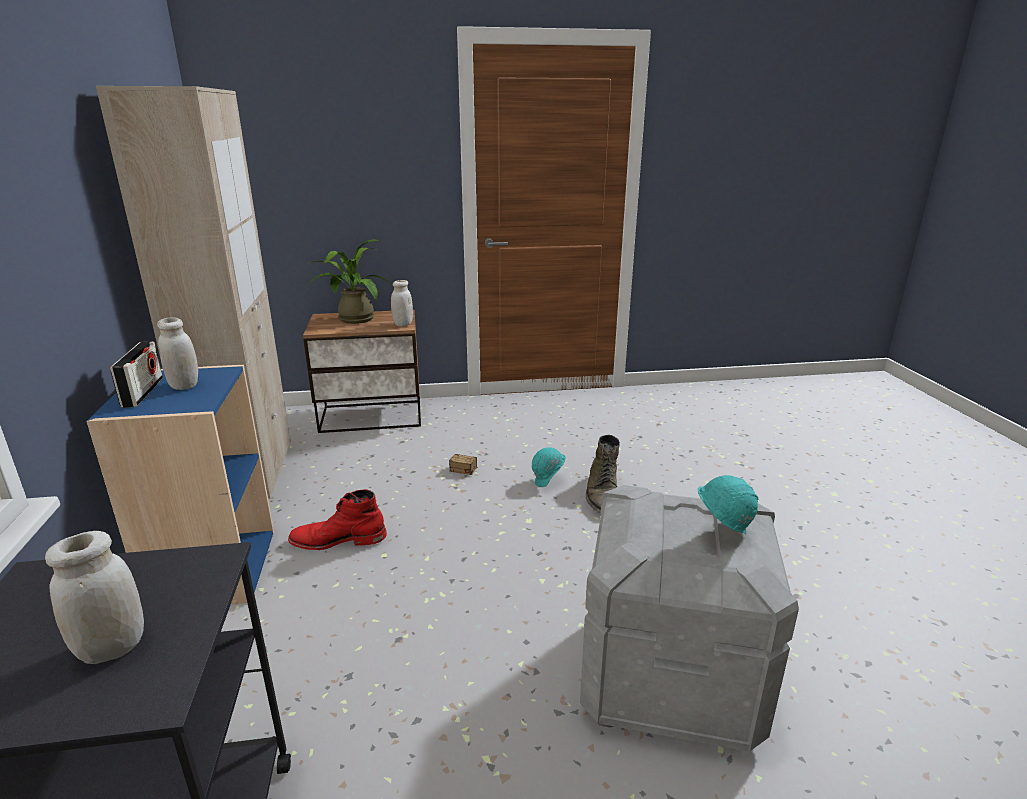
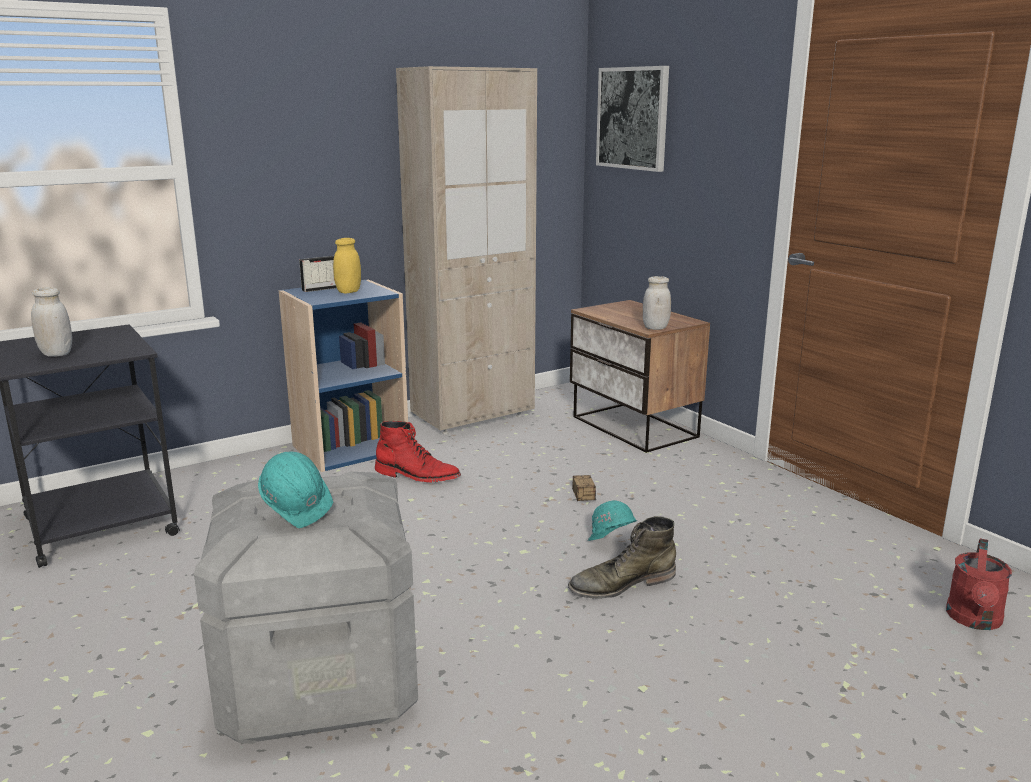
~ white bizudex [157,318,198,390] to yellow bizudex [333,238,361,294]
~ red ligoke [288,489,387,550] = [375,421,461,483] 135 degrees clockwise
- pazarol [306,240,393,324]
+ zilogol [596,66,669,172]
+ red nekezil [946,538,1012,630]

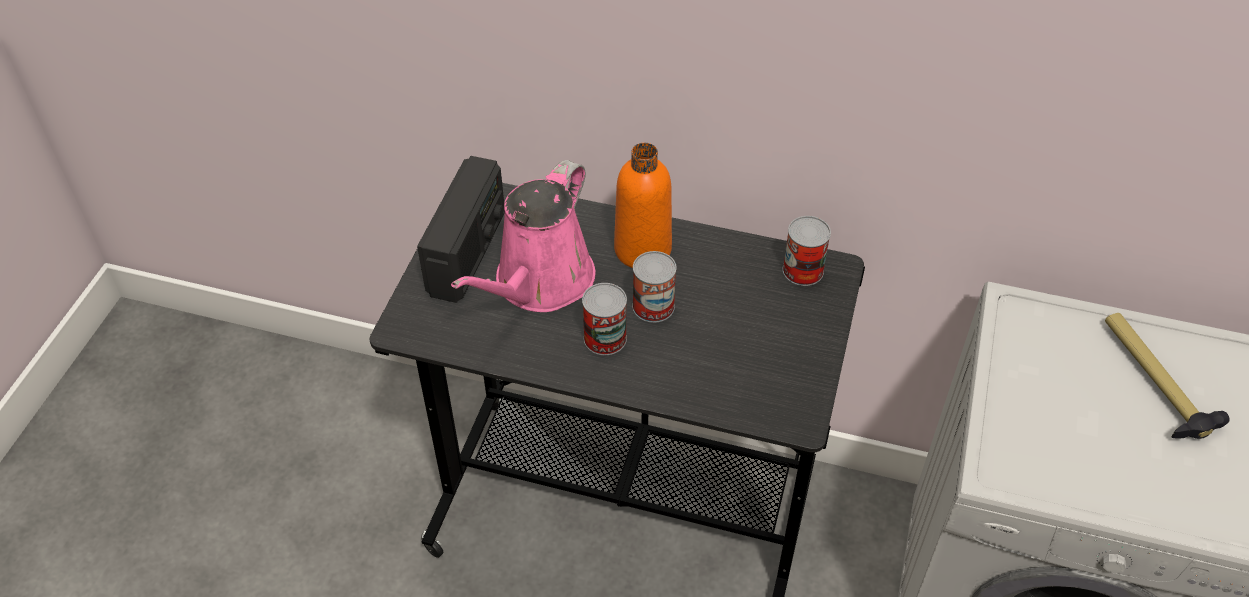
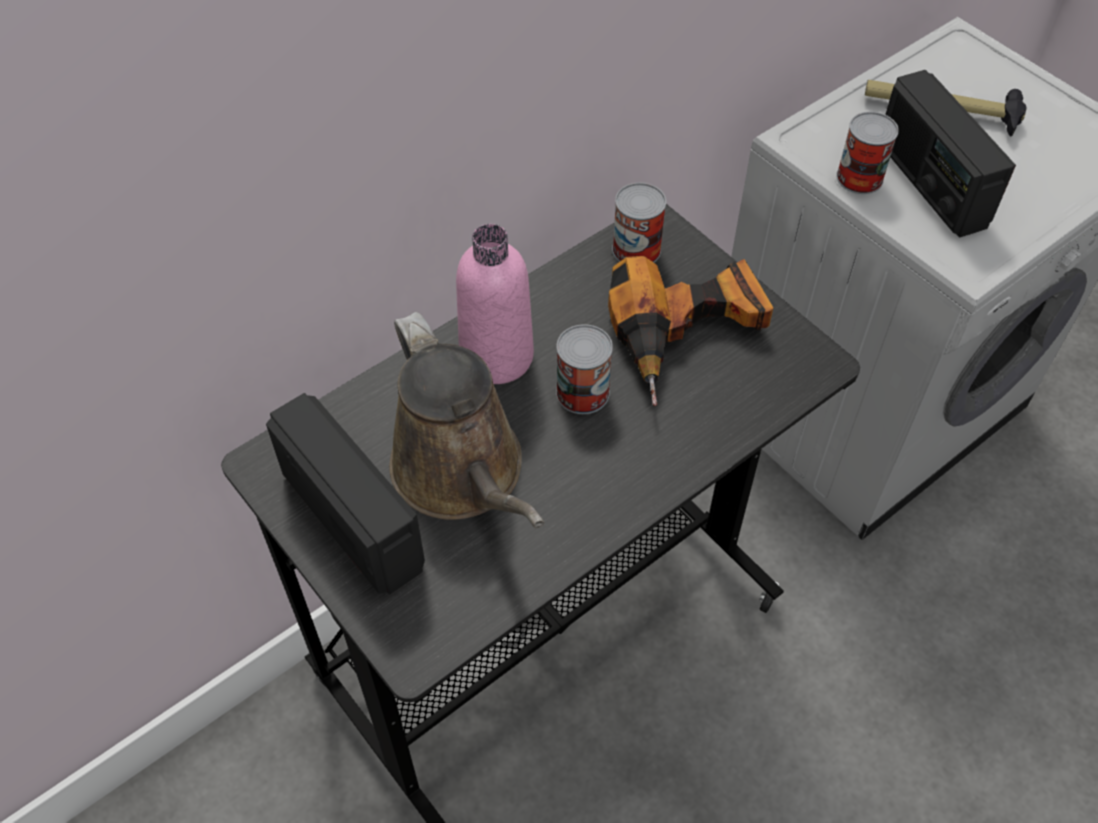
~ pink nekezil [451,160,595,312] to brown nekezil [389,312,544,528]
~ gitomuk [582,283,627,355] to [836,112,899,194]
~ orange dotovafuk [614,143,672,268] to pink dotovafuk [456,224,534,384]
+ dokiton [608,256,773,406]
+ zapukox [885,70,1016,237]

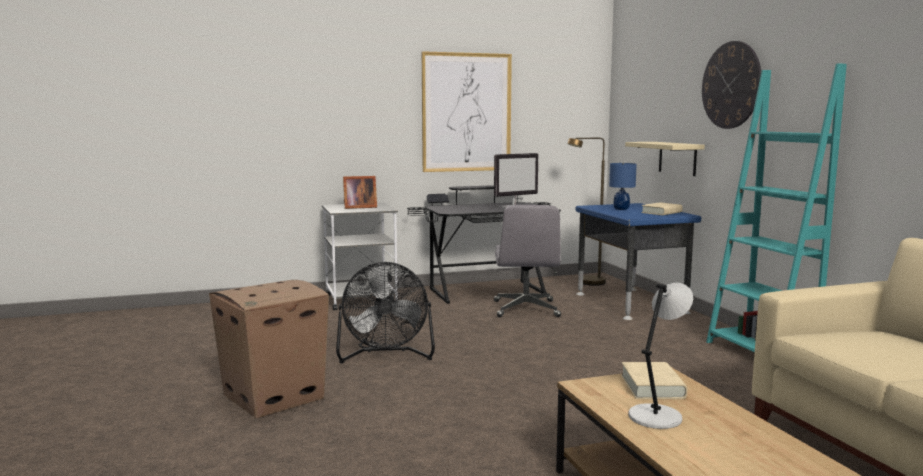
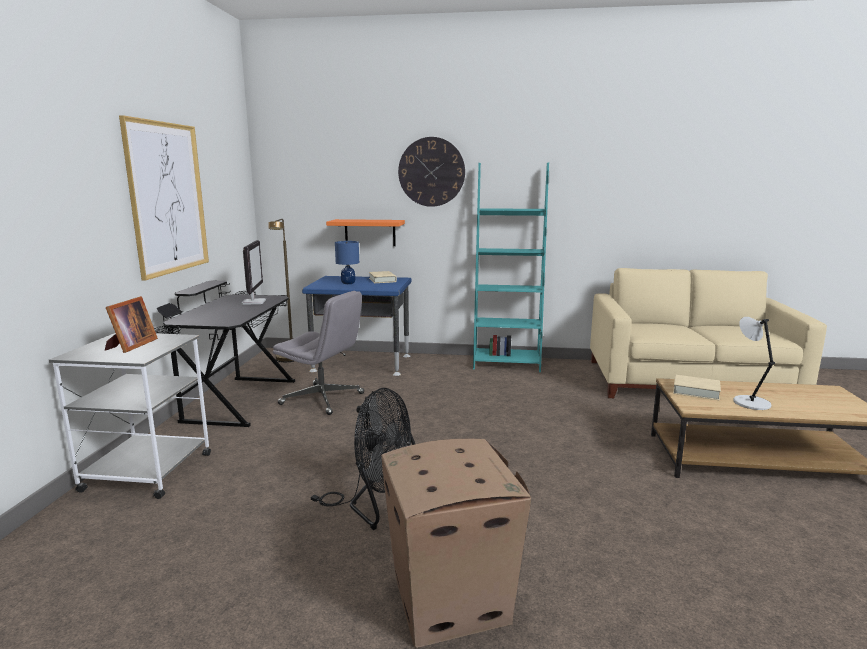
~ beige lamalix [625,142,705,176] to orange lamalix [326,219,405,246]

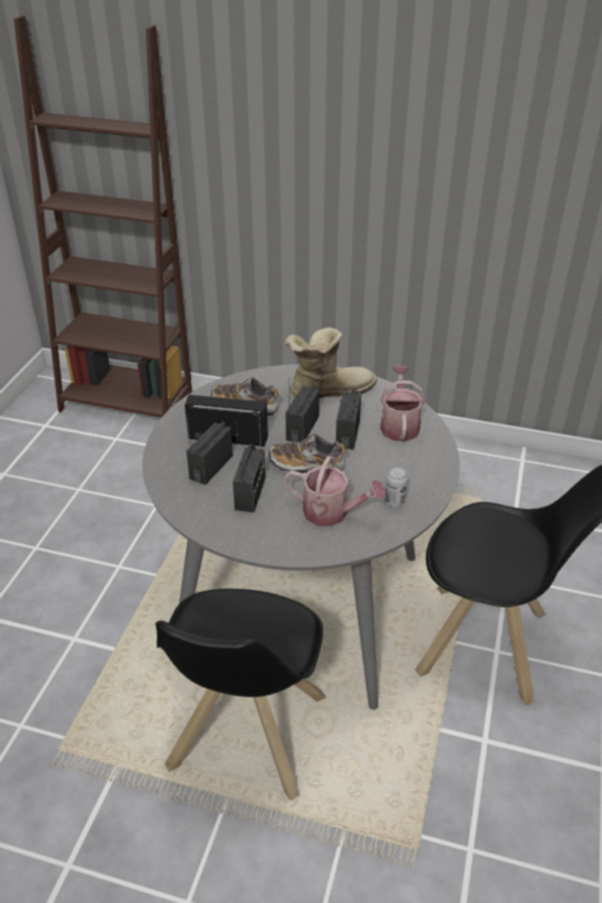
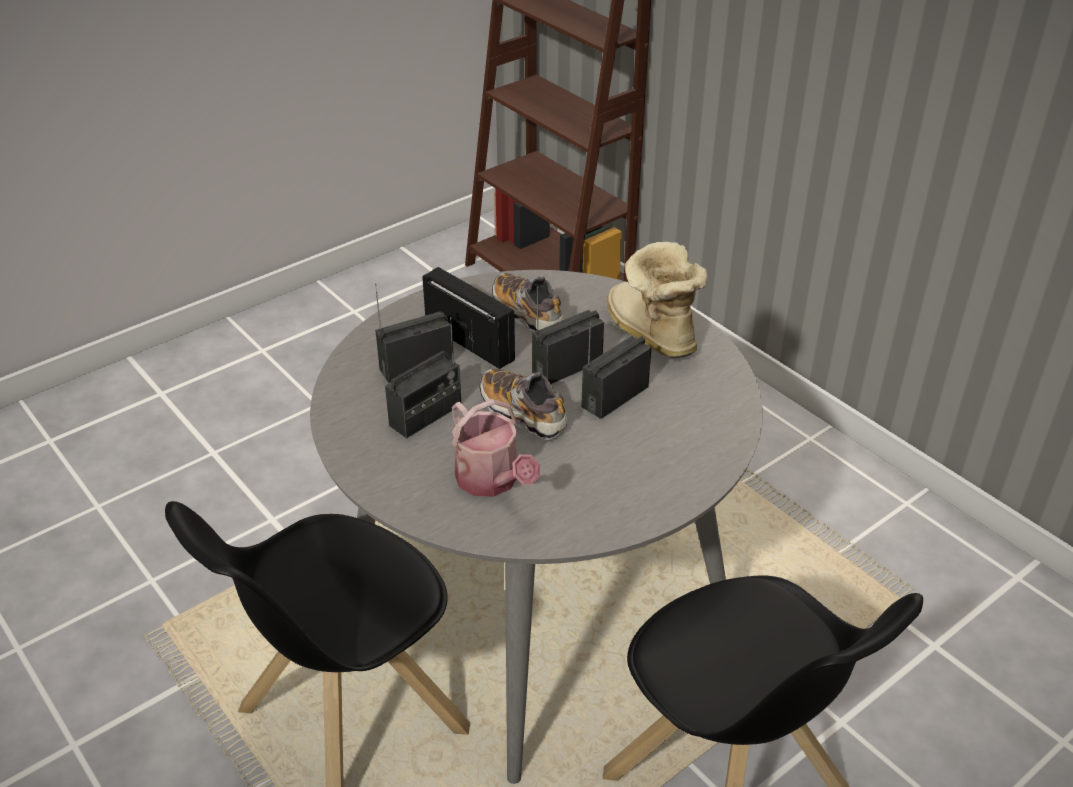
~ ligoke [285,327,377,398] = [607,242,707,358] 135 degrees counterclockwise
- nekezil [380,366,425,441]
- gitomuk [385,467,408,507]

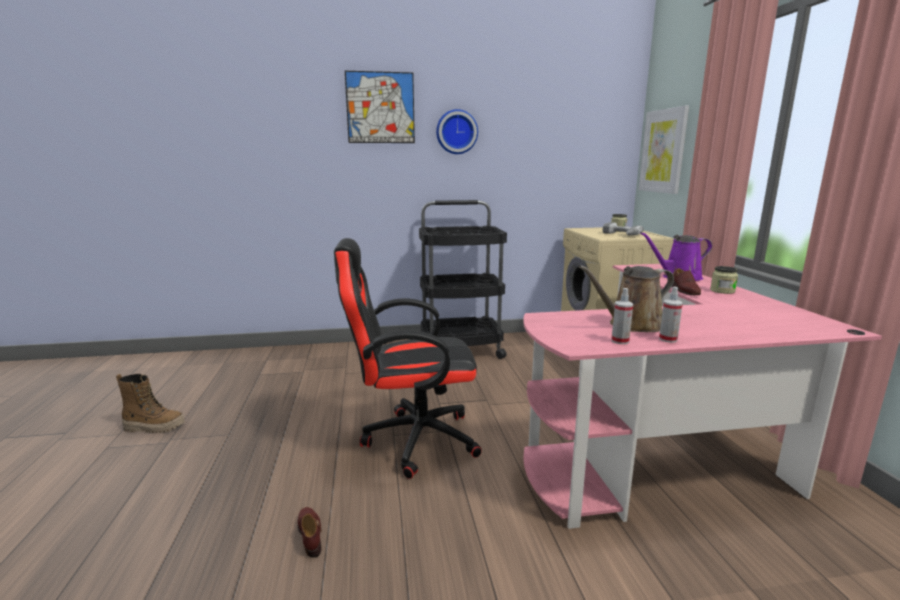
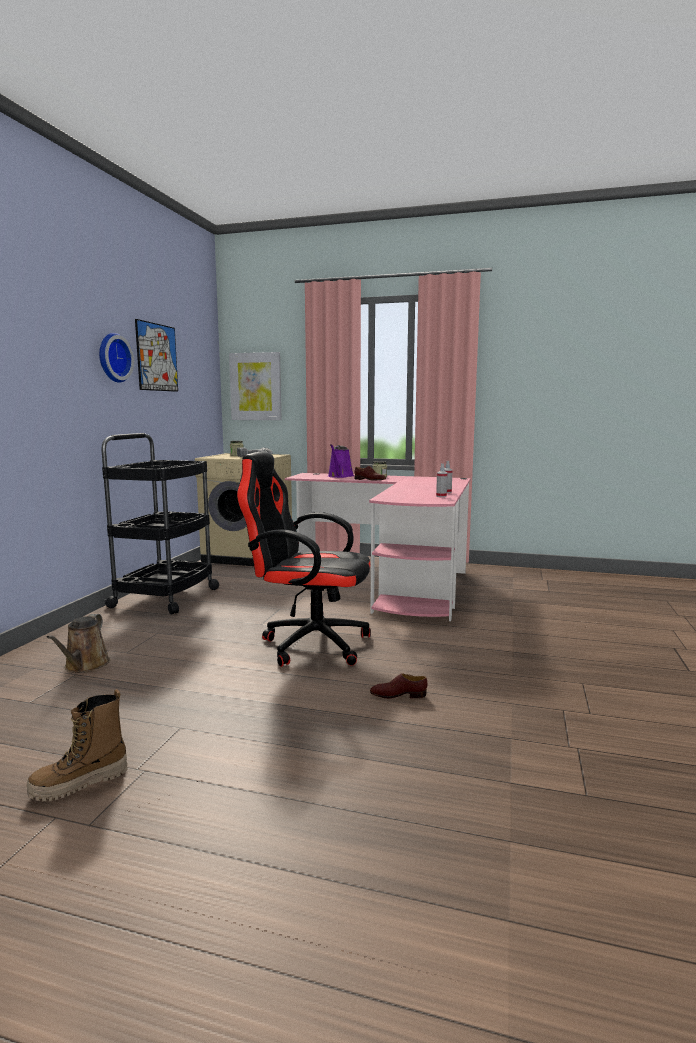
~ ligoke [116,374,185,433] = [27,689,127,801] 150 degrees counterclockwise
~ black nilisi [334,238,481,479] = [237,451,371,667] 90 degrees clockwise
~ zilogol [345,71,415,143] to [135,319,178,392]
~ brown nekezil [579,265,674,332] to [46,614,110,673]

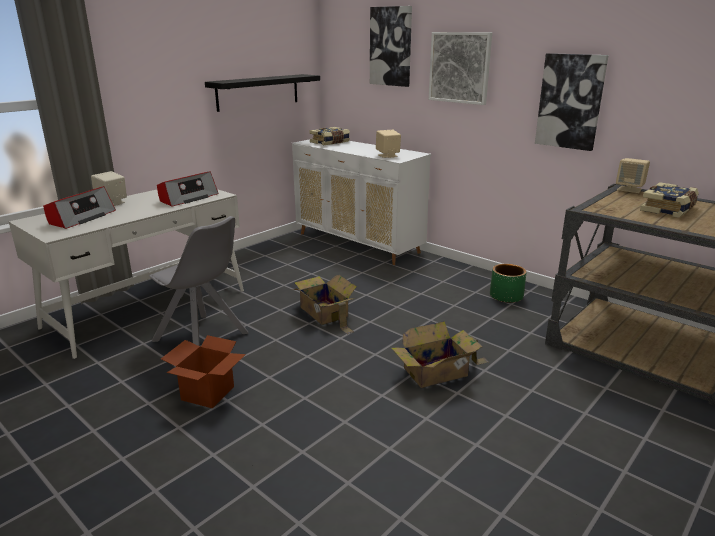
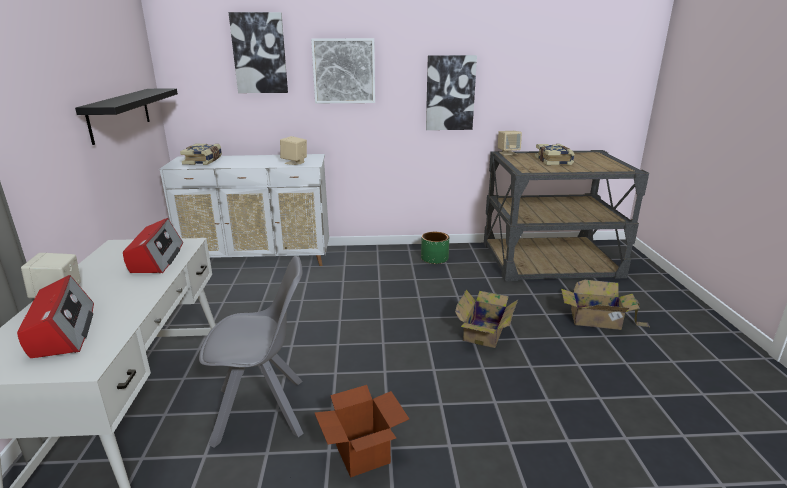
~ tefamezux [292,275,357,334] to [561,280,650,330]

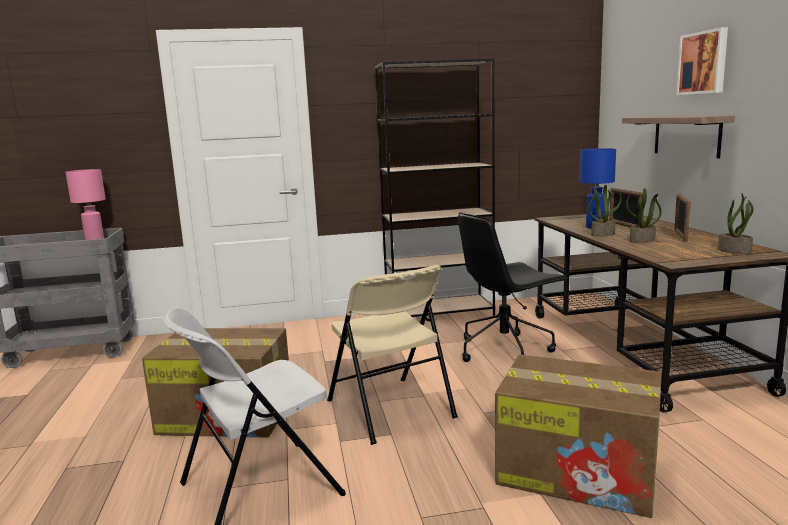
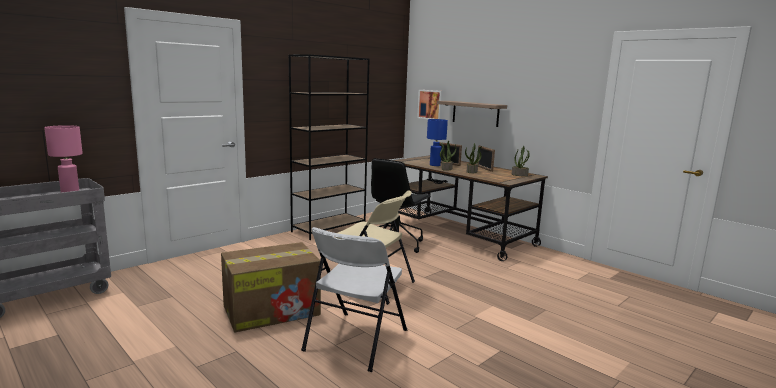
- tefamezux [495,354,662,518]
~ zilogol [676,27,728,95] to [417,90,443,119]

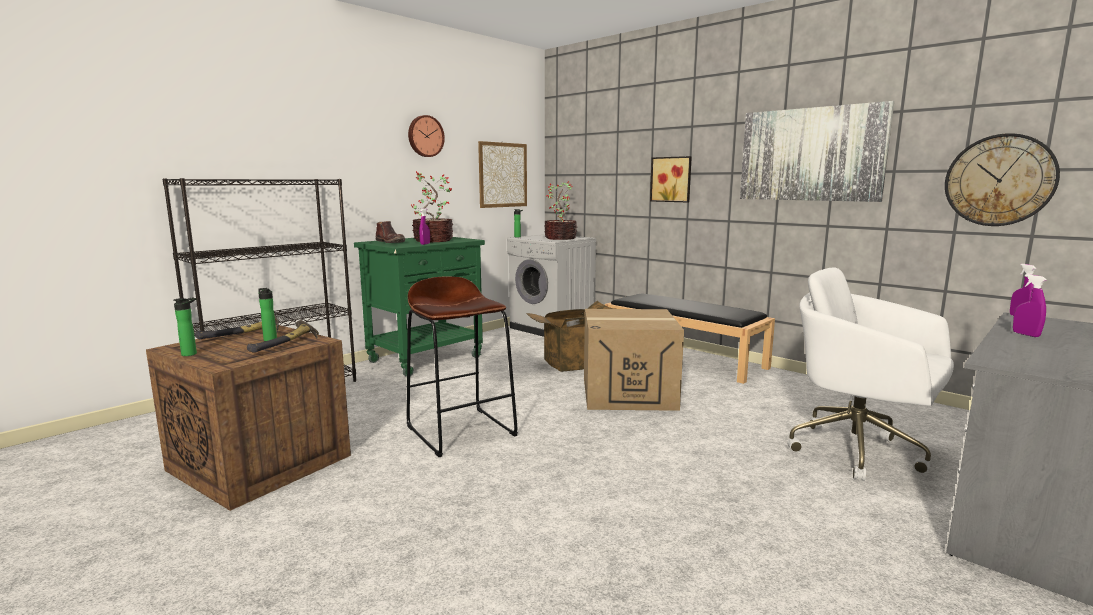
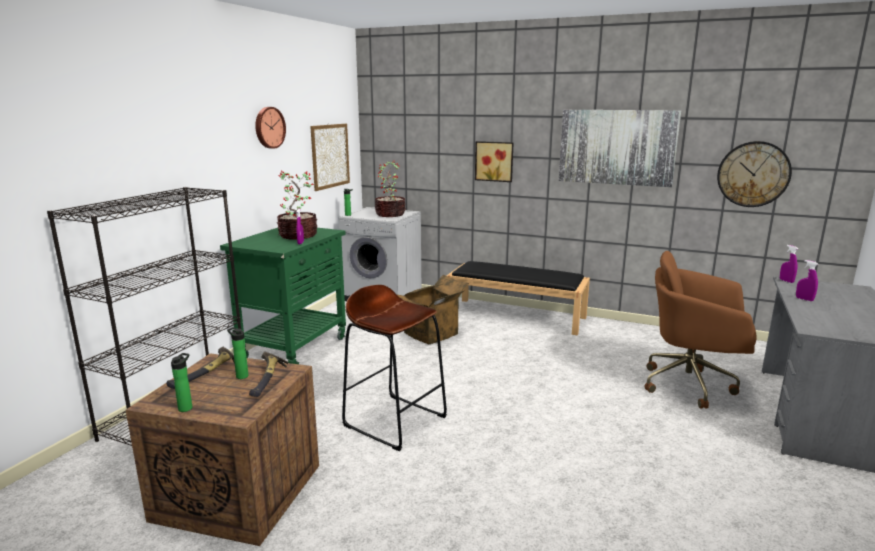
- brown ligoke [376,221,405,243]
- tefamezux [584,309,684,411]
~ white nilisi [787,267,954,481] to brown nilisi [645,251,757,409]

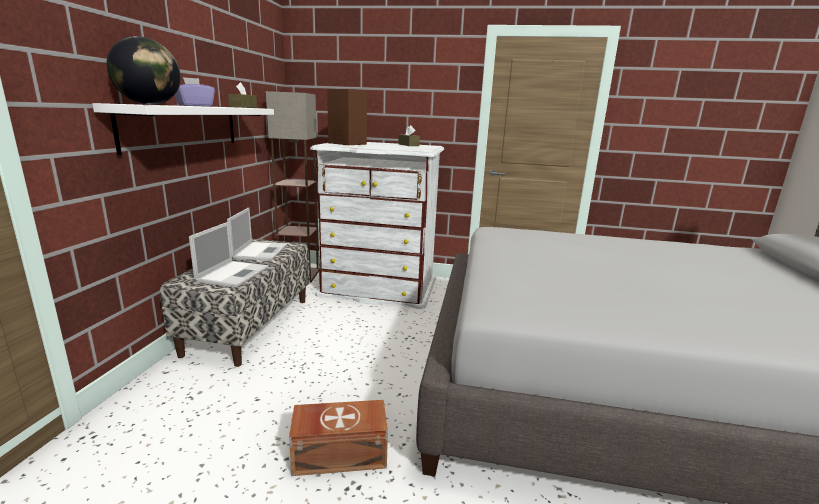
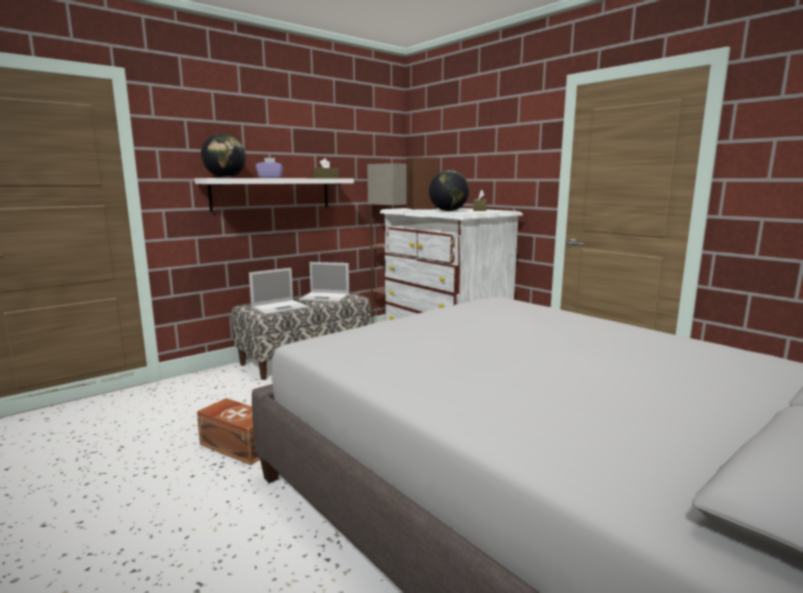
~ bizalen [227,208,287,261] = [299,262,349,303] 60 degrees clockwise
+ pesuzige [429,170,469,211]

